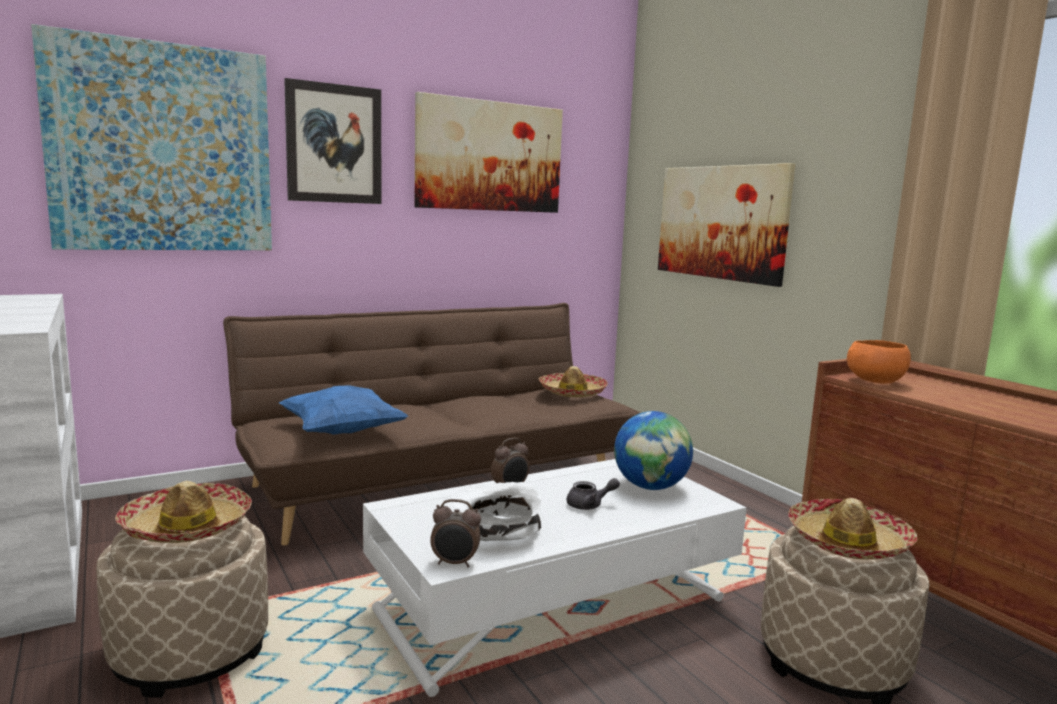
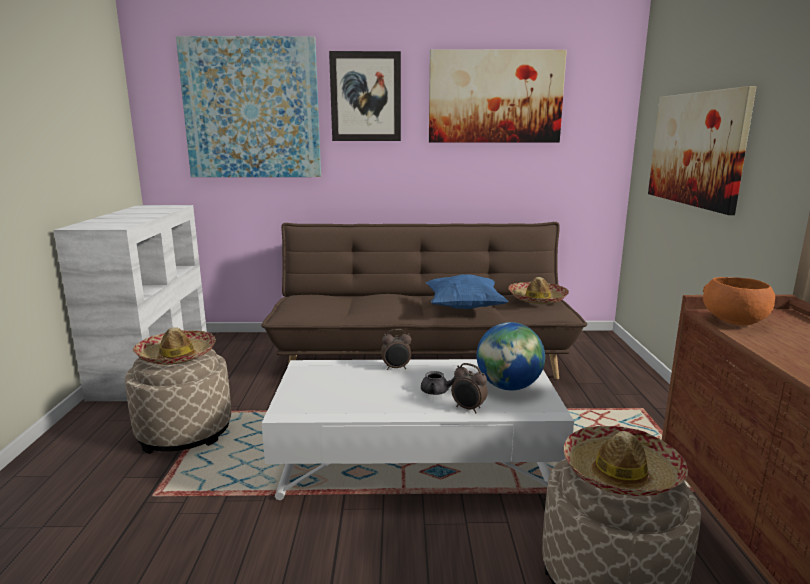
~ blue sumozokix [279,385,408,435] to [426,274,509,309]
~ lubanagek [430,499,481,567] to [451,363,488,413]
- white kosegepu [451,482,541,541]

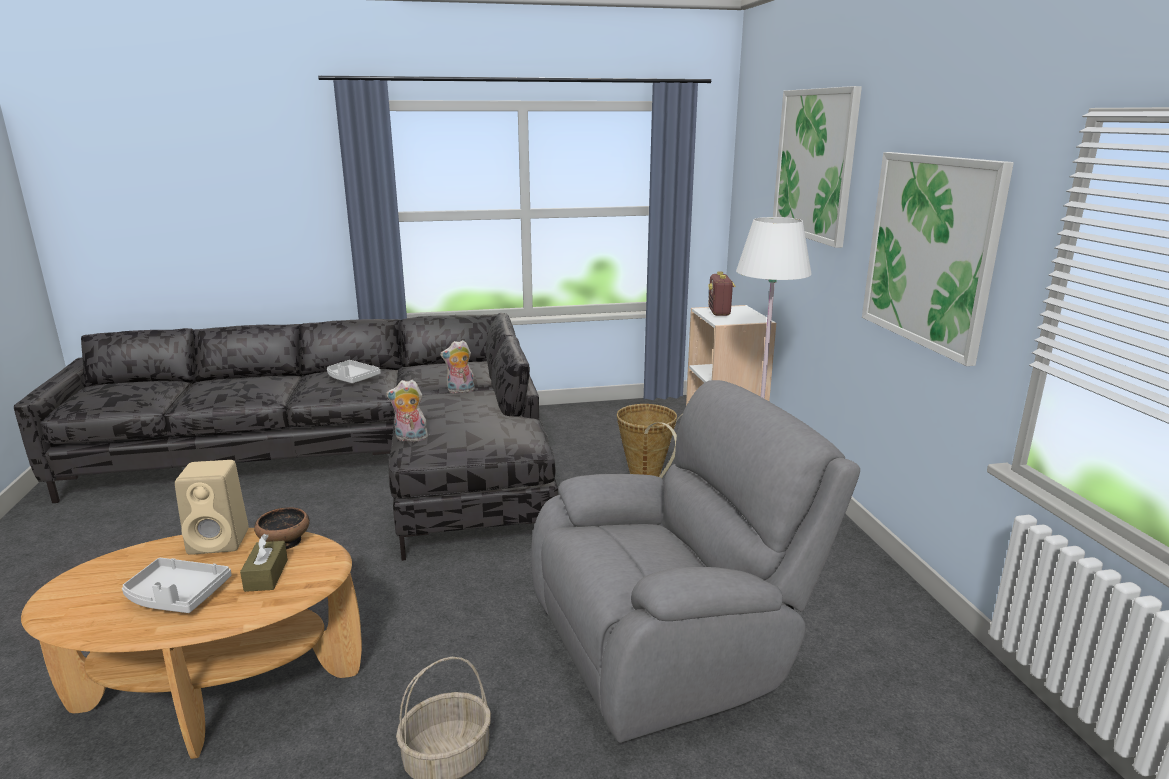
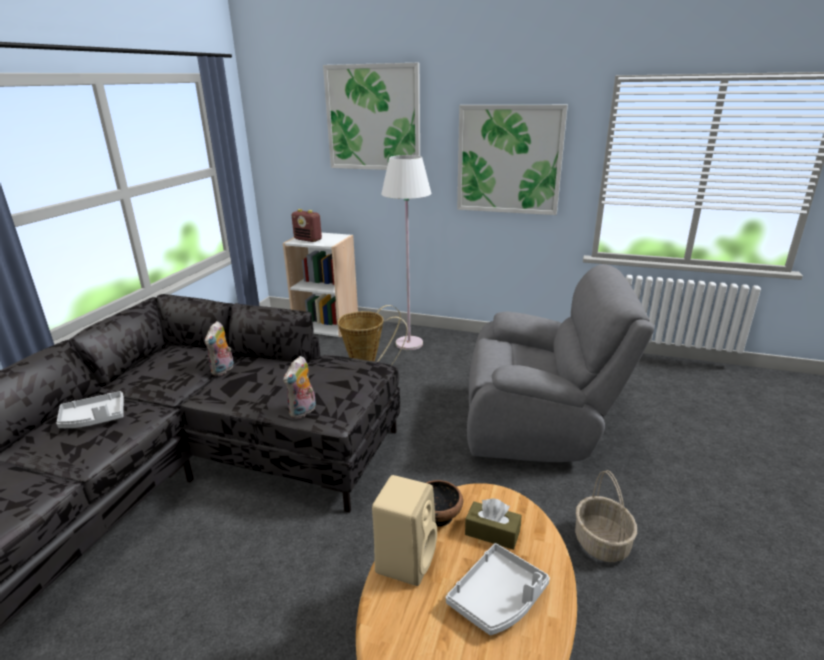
~ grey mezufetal [531,380,860,743] = [467,264,654,462] 90 degrees clockwise

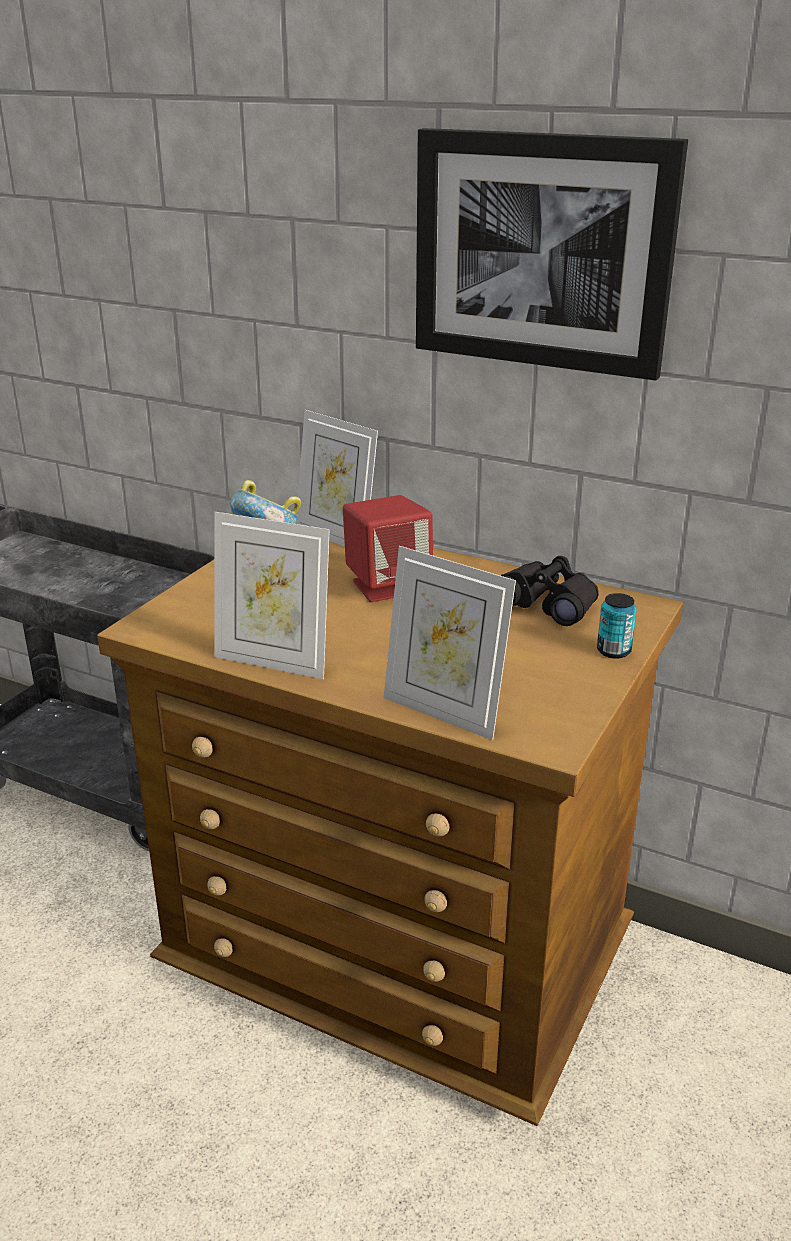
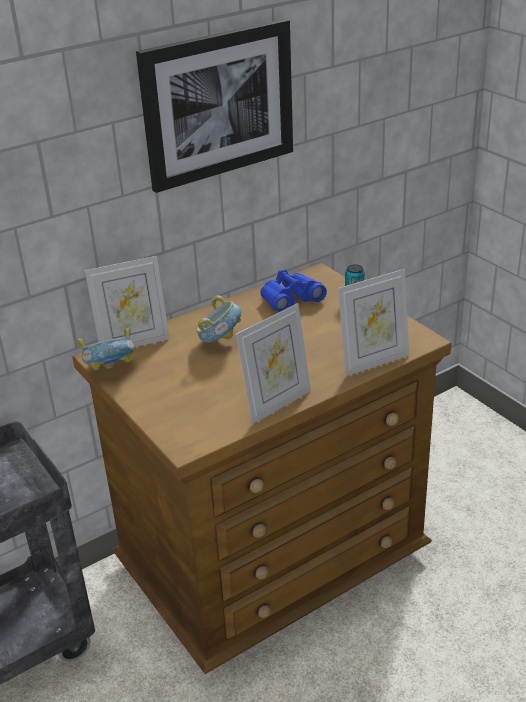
~ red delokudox [343,495,433,602] to kosegepu [196,295,241,343]
~ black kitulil [500,556,599,626] to blue kitulil [260,270,327,312]

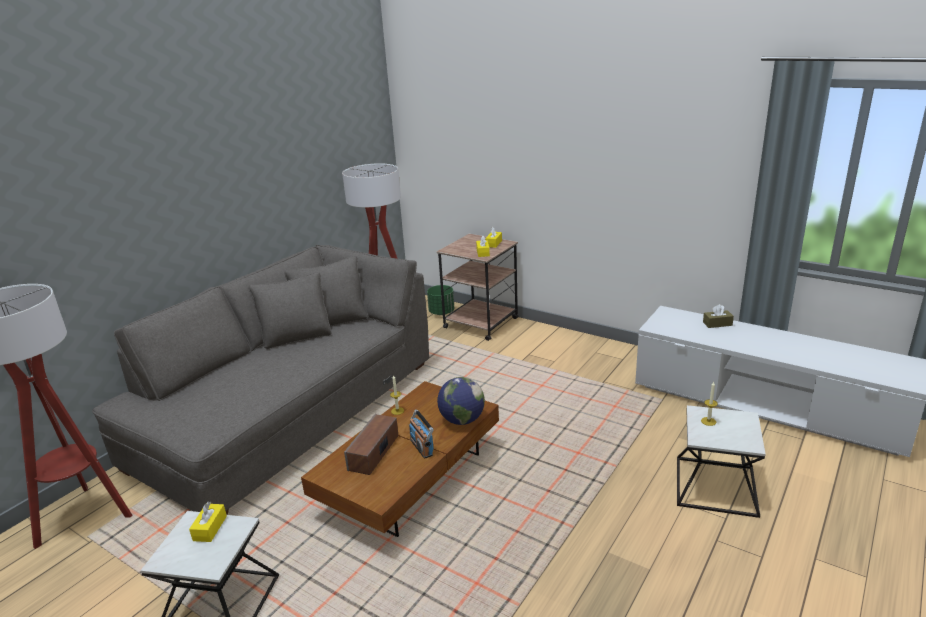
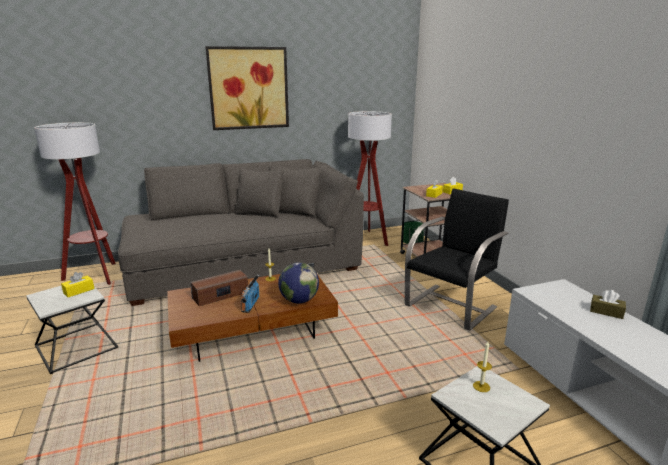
+ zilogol [205,46,289,130]
+ black mezufetal [405,189,509,331]

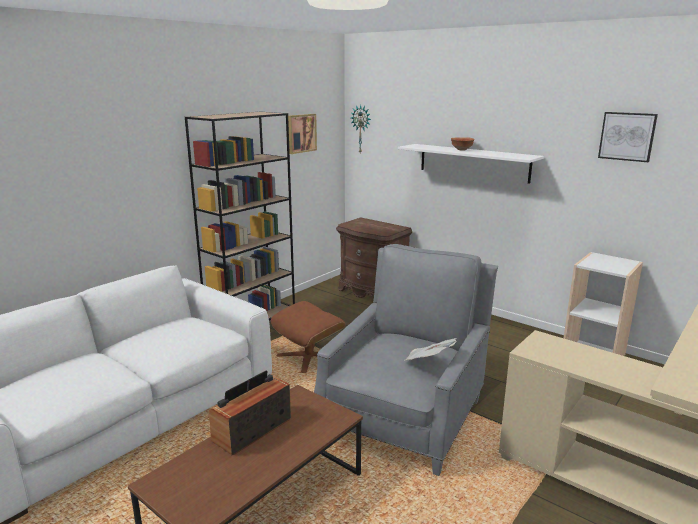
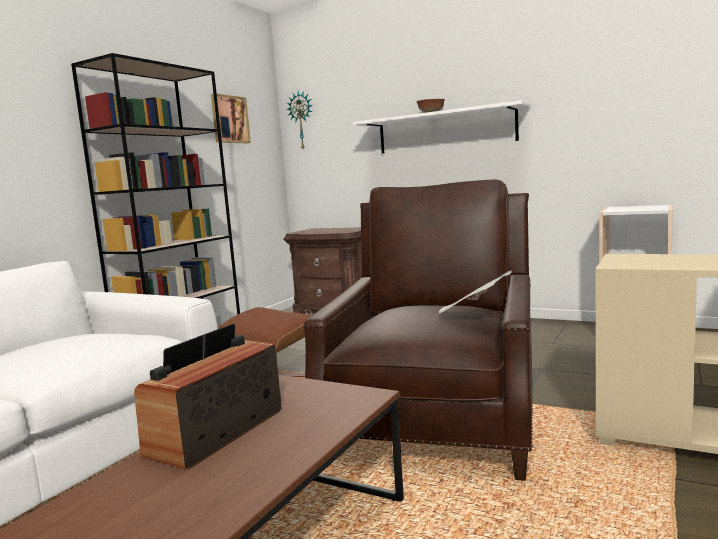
~ grey mezufetal [314,244,498,476] to brown mezufetal [303,179,533,481]
- zilogol [598,112,658,162]

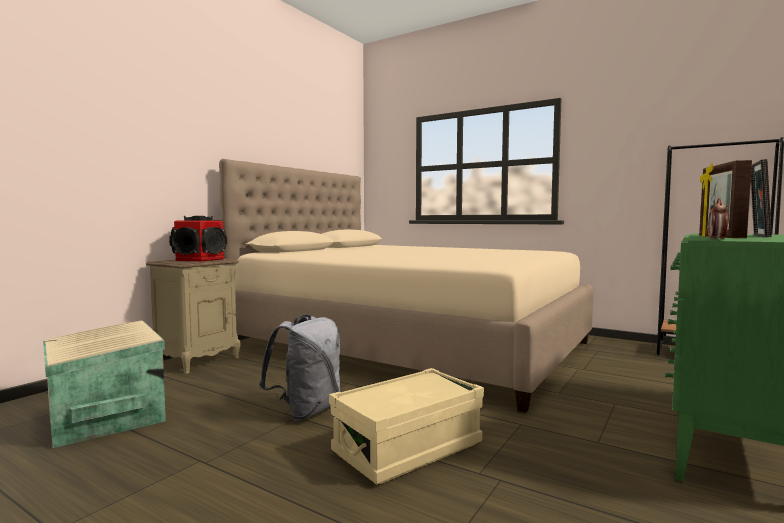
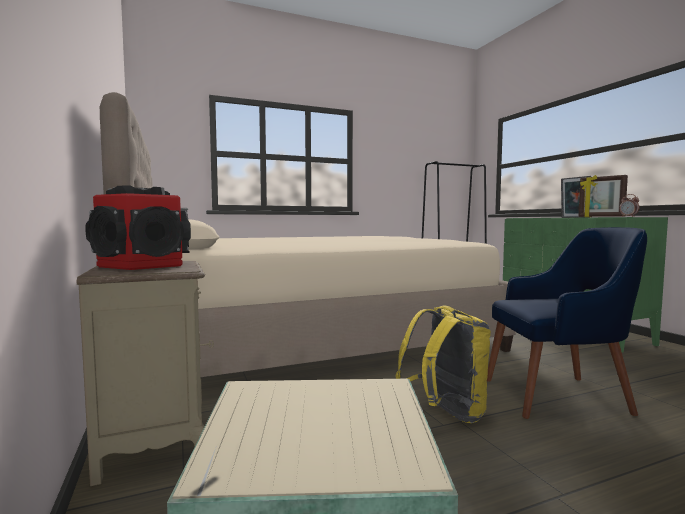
~ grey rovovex [259,314,340,420] to yellow rovovex [395,305,491,423]
~ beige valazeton [329,368,484,484] to blue mezufetal [487,227,647,419]

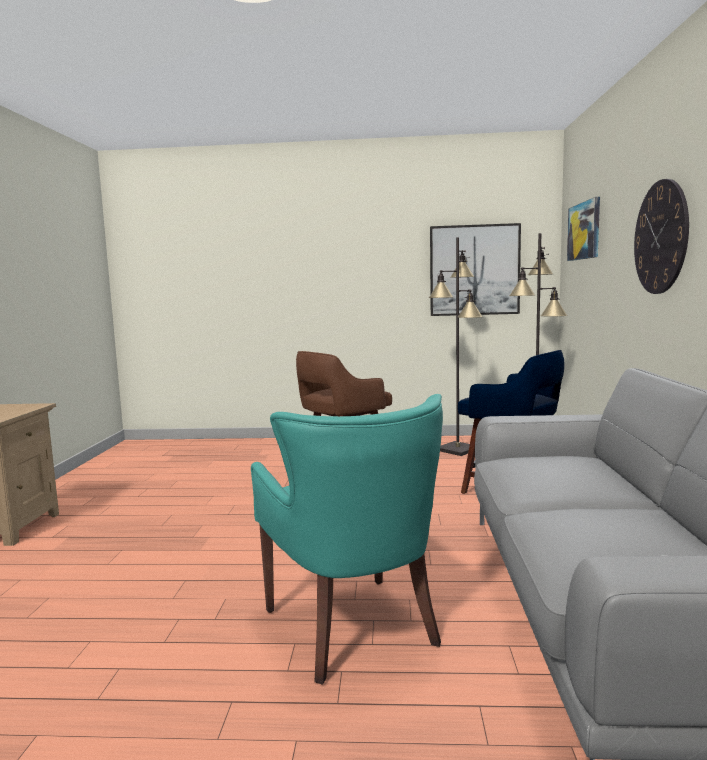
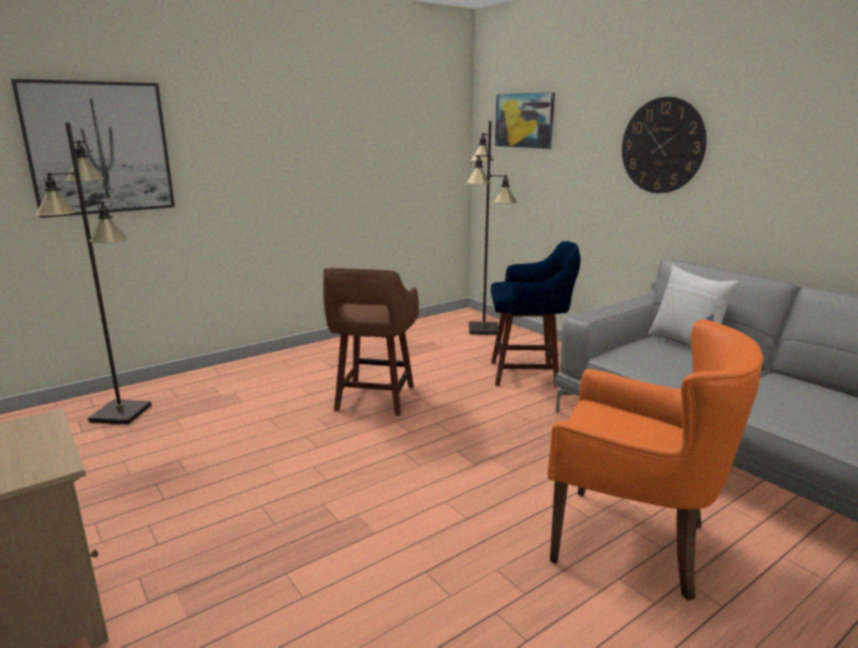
~ turquoise mezufetal [251,394,443,685] to orange mezufetal [548,320,763,601]
~ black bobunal [429,237,483,456] to [35,122,151,425]
~ zilogol [430,223,521,316] to [11,79,175,218]
+ grey sumozokix [648,265,739,346]

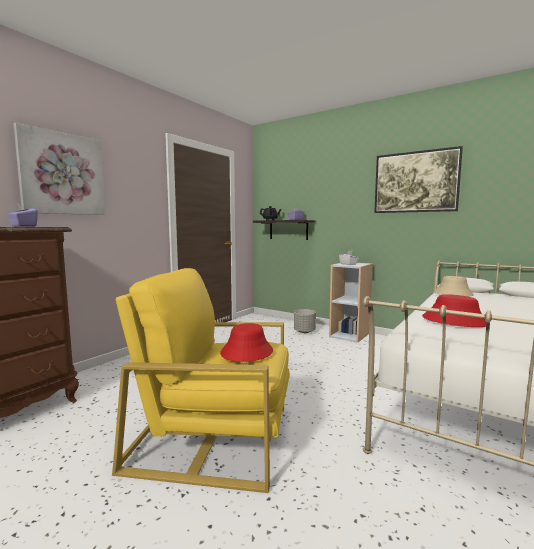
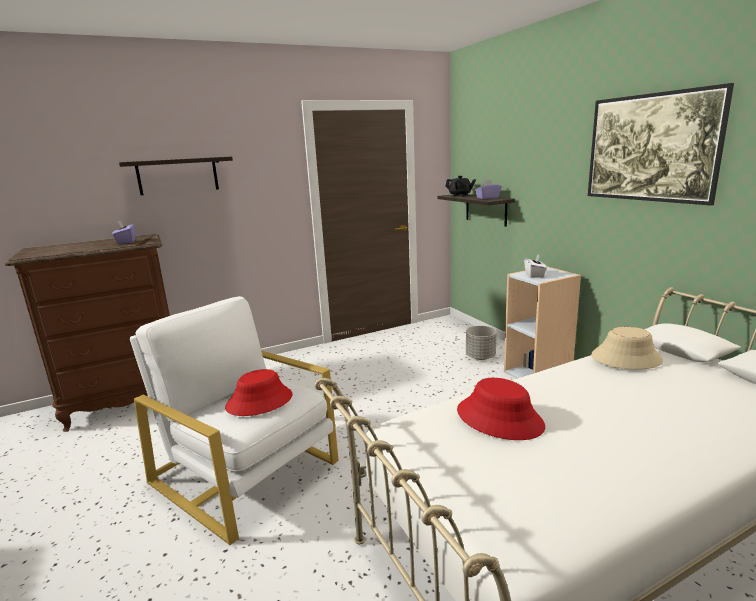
~ zilogol [13,123,105,215] to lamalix [119,157,233,195]
~ yellow mezufetal [112,268,290,493] to white mezufetal [130,296,339,545]

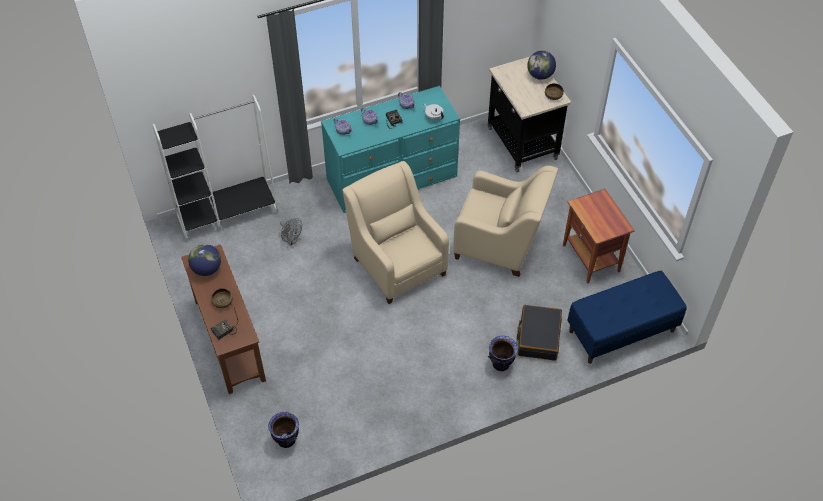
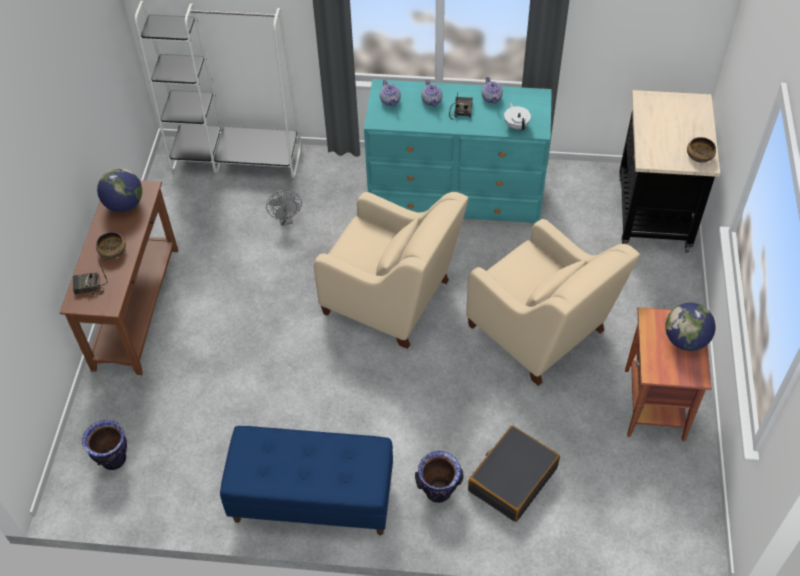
~ beige mezufetal [343,161,449,304] = [314,192,469,349] 120 degrees clockwise
~ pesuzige [527,51,556,80] to [665,303,716,351]
~ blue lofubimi [567,271,687,364] to [220,426,393,535]

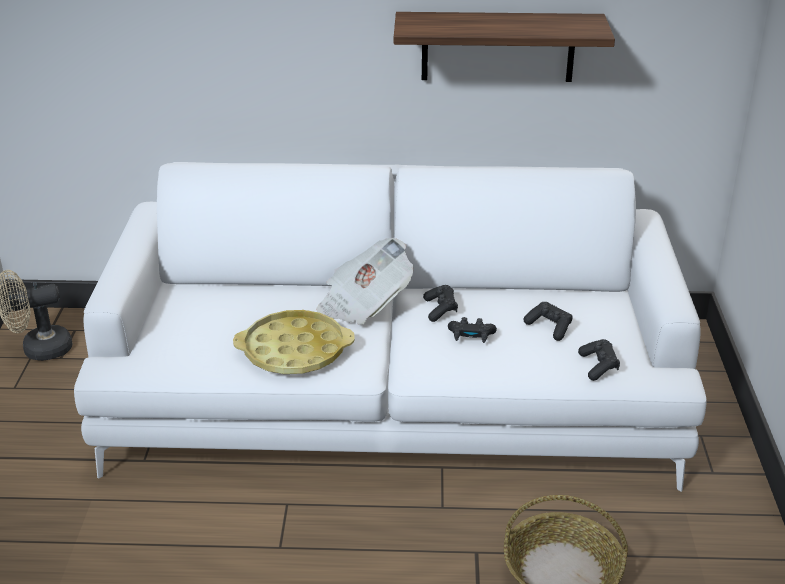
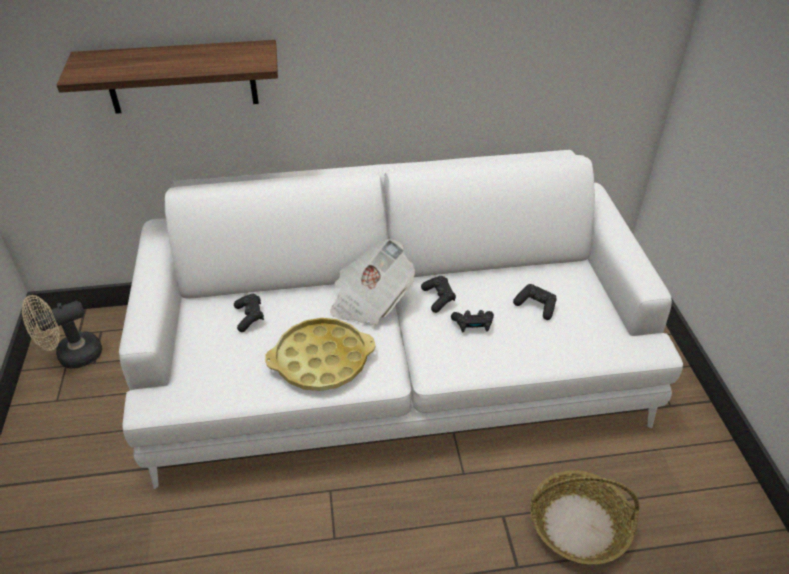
~ lamalix [394,12,615,82] to [57,40,278,114]
~ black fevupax [578,339,620,381] to [234,294,264,332]

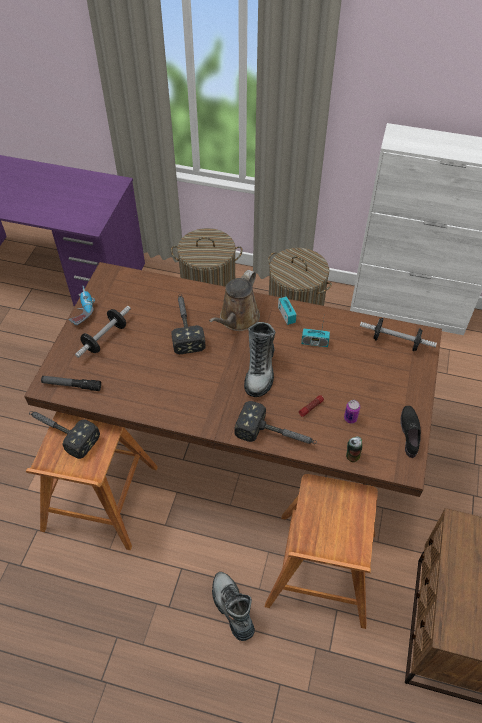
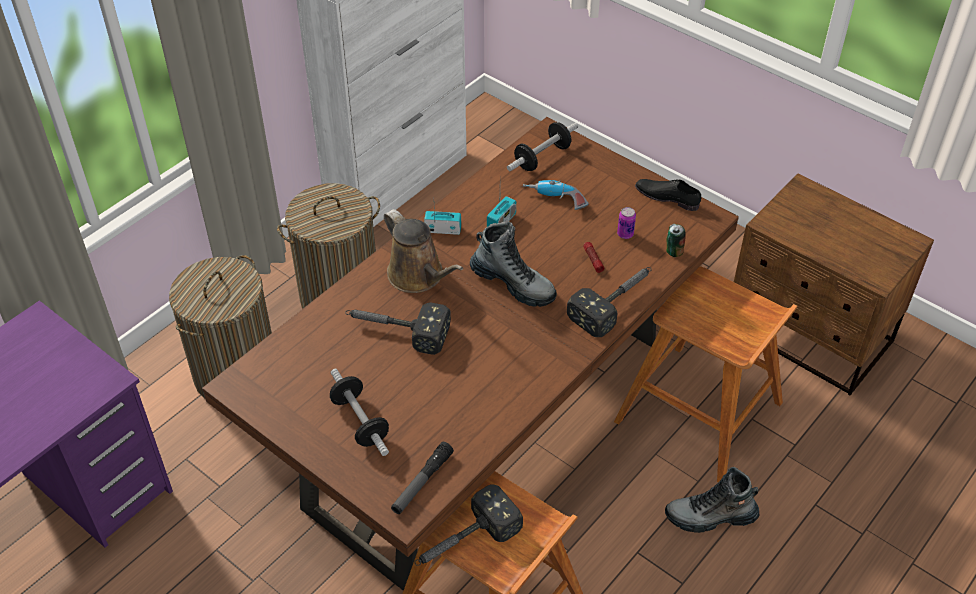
~ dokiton [69,286,95,325] to [523,180,589,210]

